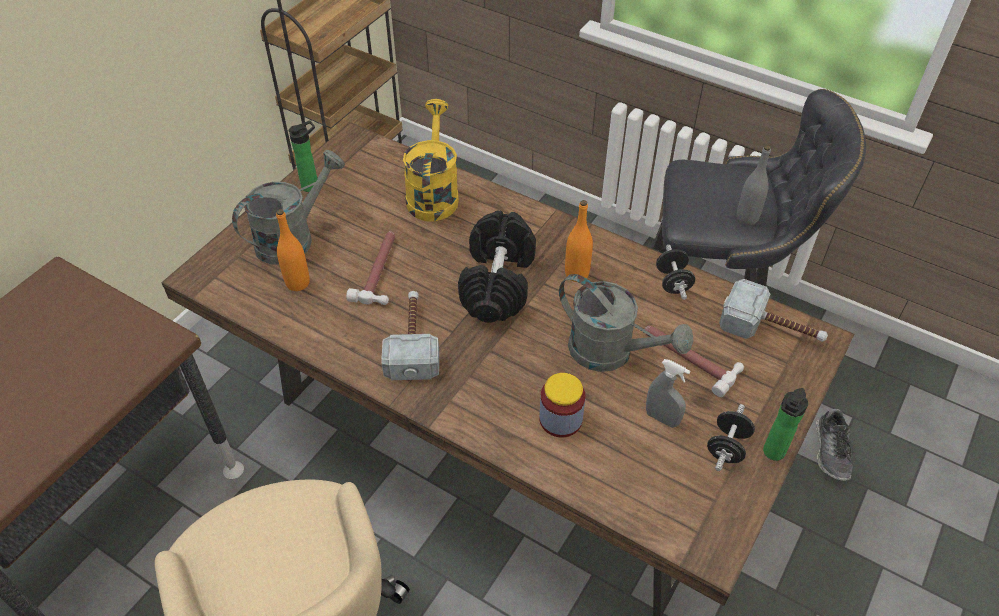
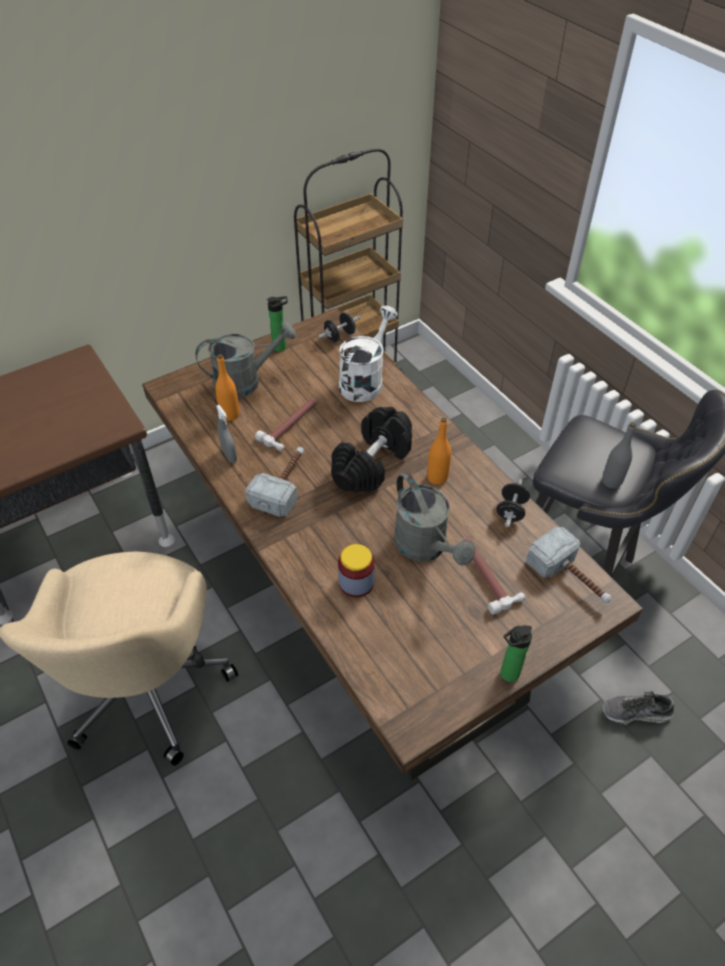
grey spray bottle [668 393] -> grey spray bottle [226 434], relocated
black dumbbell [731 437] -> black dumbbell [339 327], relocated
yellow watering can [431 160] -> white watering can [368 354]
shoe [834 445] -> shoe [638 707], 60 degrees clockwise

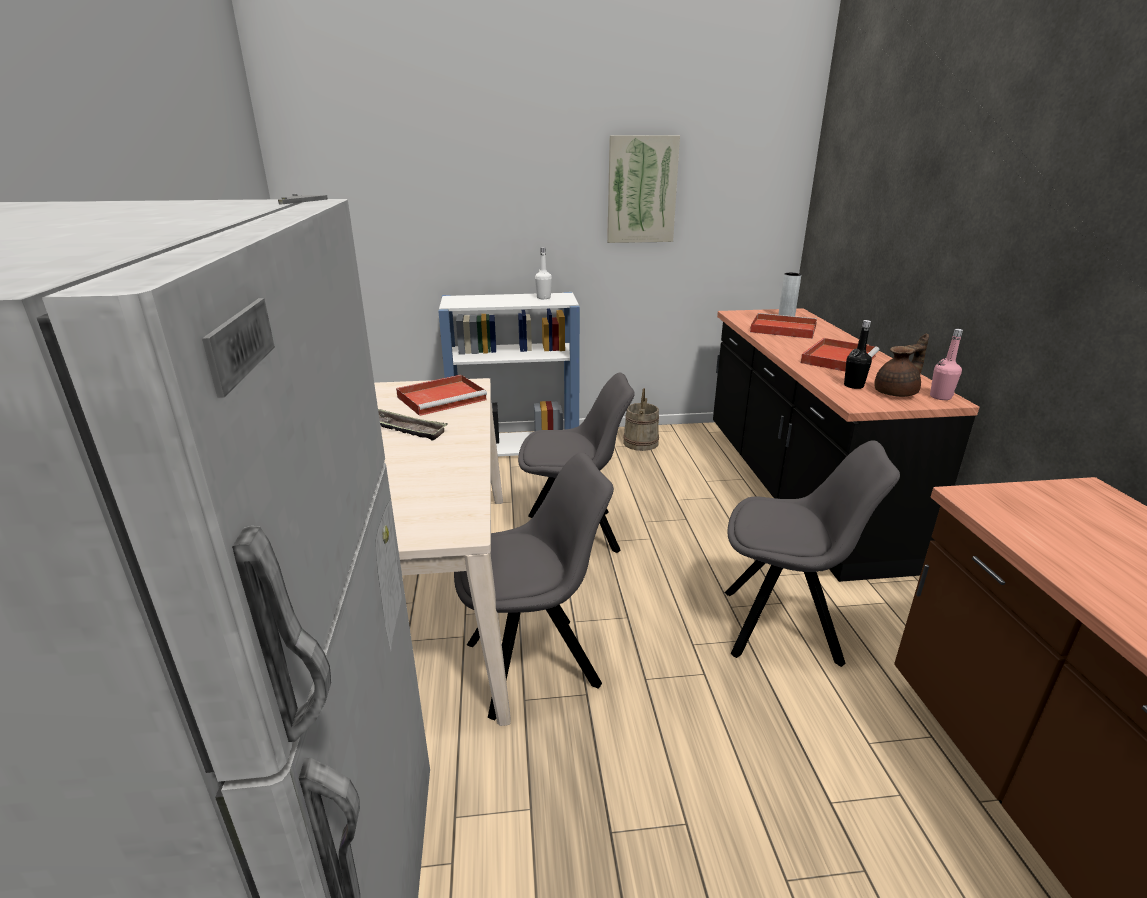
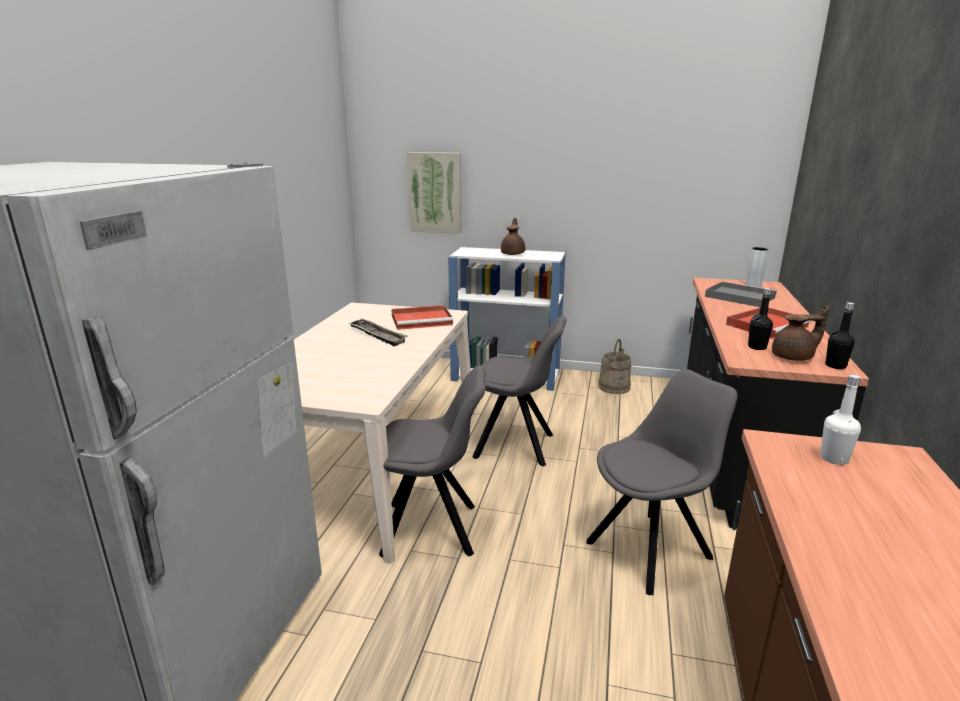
none -> brown teapot [513 236]
white bottle [543 273] -> white bottle [840 419], relocated
picture [643 189] -> picture [434 193], relocated
red tray [783 326] -> grey tray [741 294]
pink bottle [946 364] -> black bottle [840 335]
grey chair [812 553] -> grey chair [661 482], 60 degrees counterclockwise

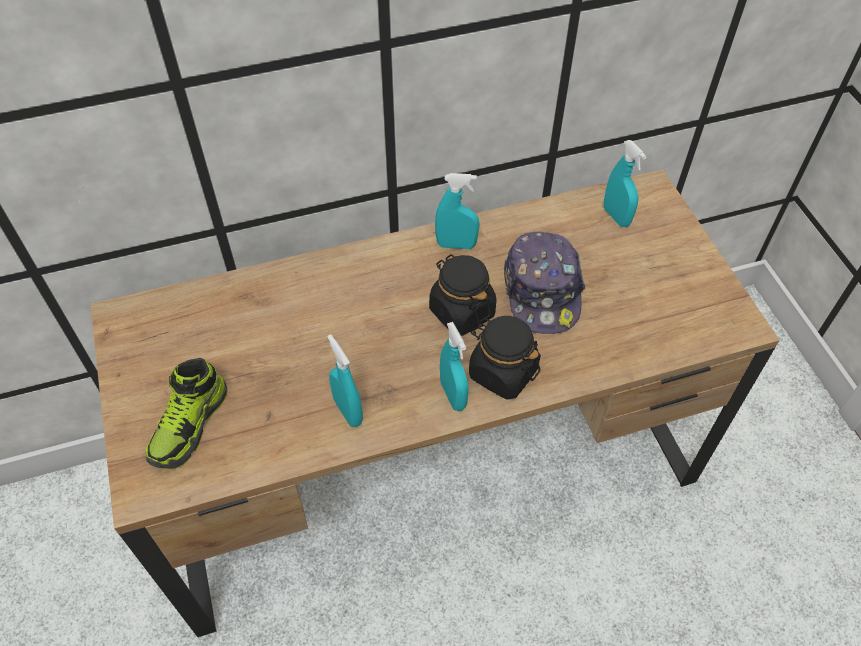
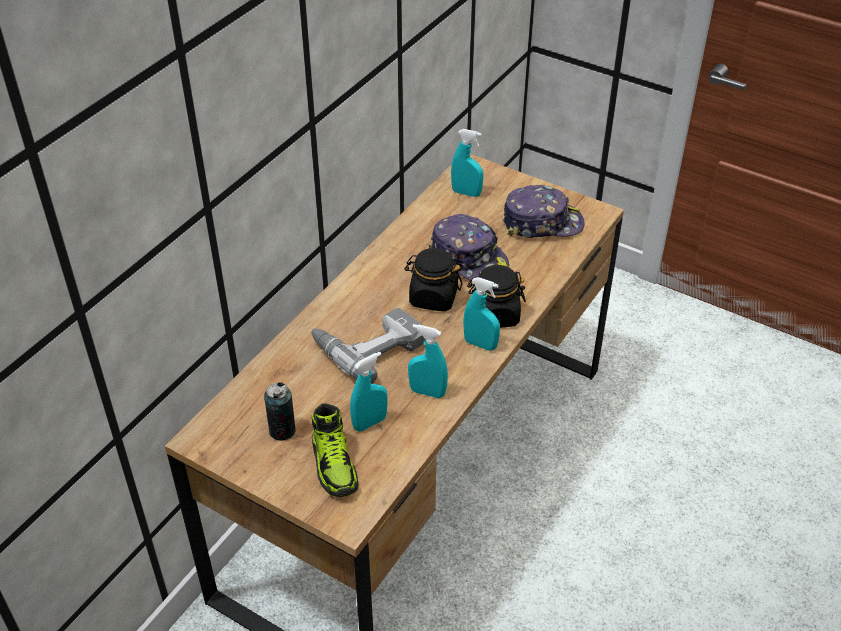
none -> can [280 411]
none -> power drill [368 346]
none -> cap [543 211]
turquoise spray bottle [457 211] -> turquoise spray bottle [369 392], relocated

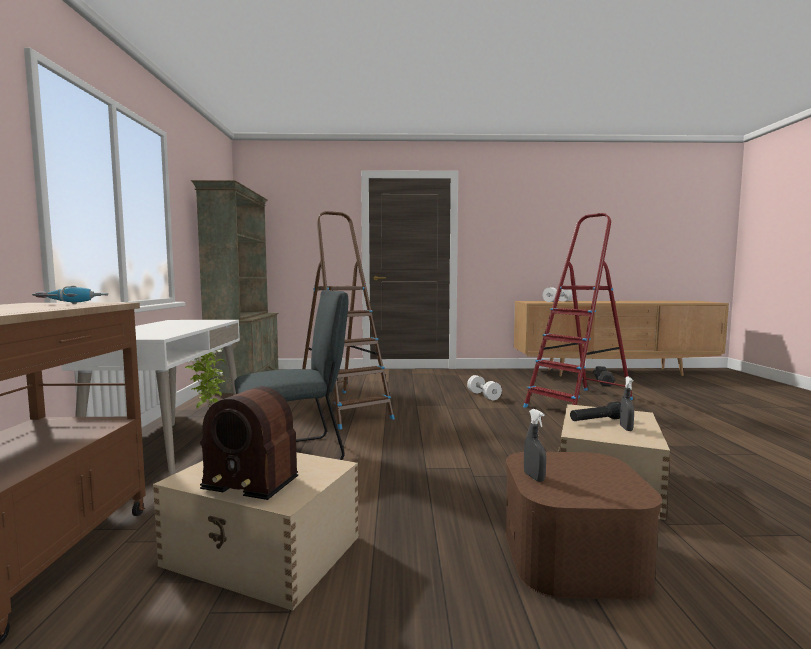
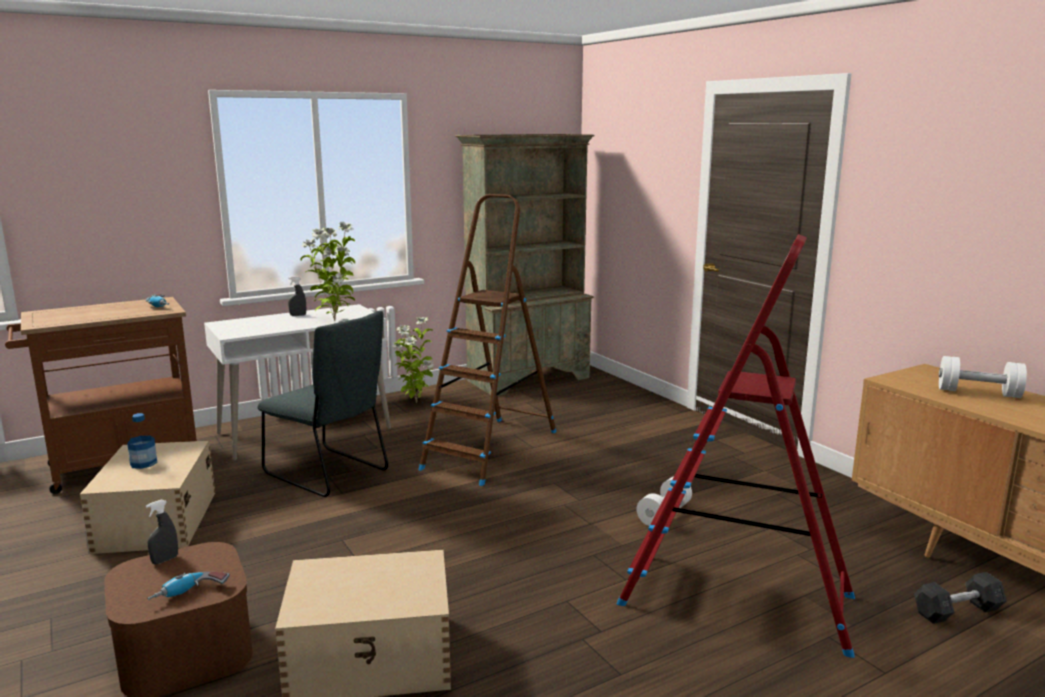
black flashlight [595 411] -> none
none -> power drill [188 586]
none -> potted plant [327 271]
grey spray bottle [627 404] -> grey spray bottle [297 296], relocated
radio [249 443] -> bottle [142 441]

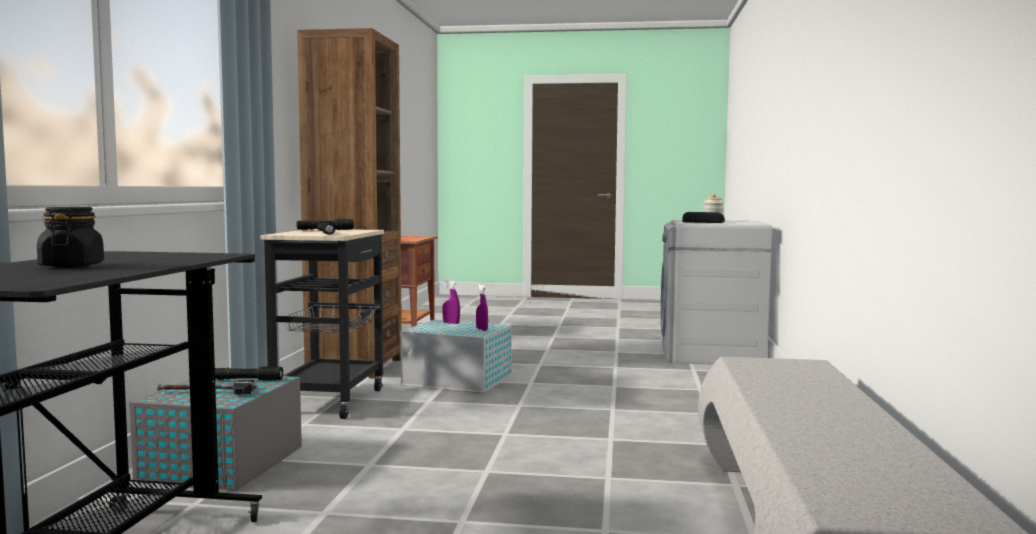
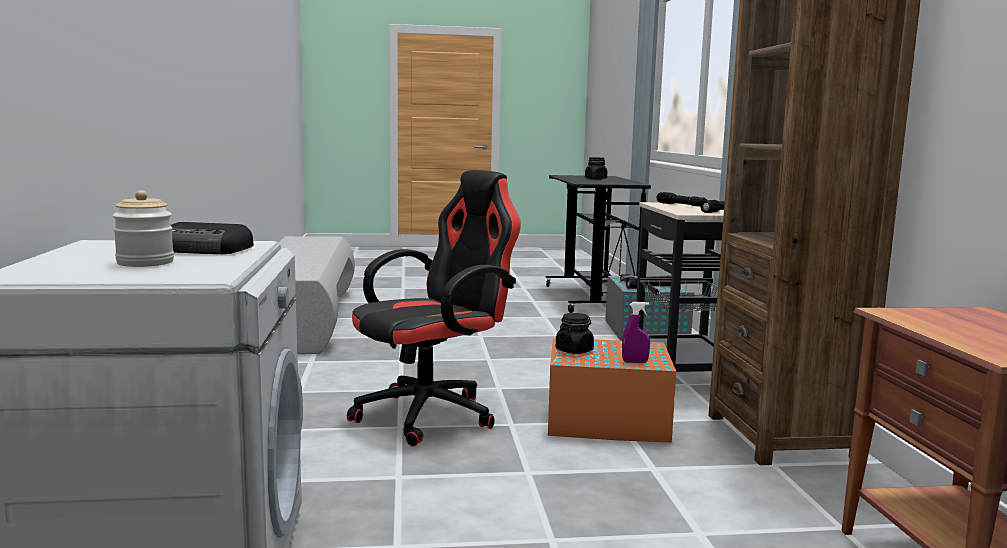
none -> black office chair [434 308]
purple spray bottle [482 307] -> black jar [575 333]
white storage box [456 356] -> orange storage box [612 390]

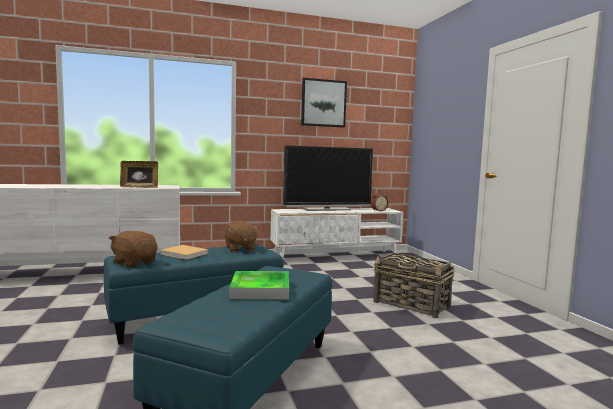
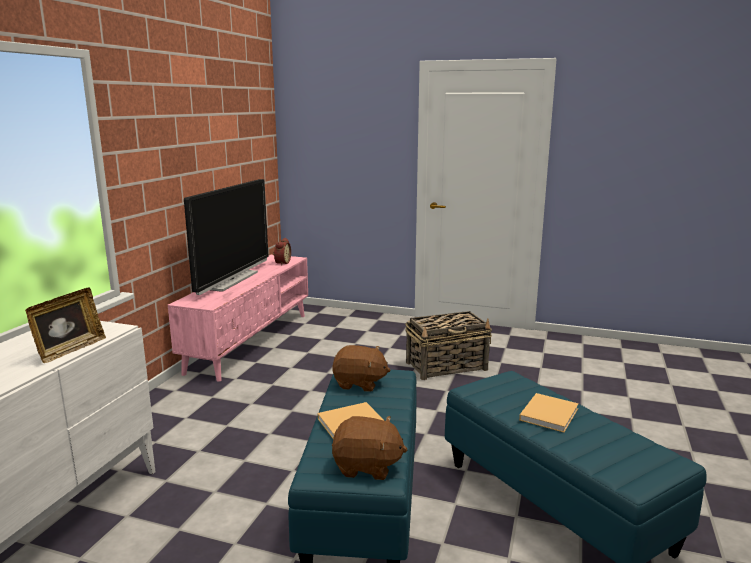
picture [324 102] -> none
tray [259 285] -> beige book [549 412]
white tv stand [337 233] -> pink tv stand [238 318]
brown plush toy [133 249] -> brown plush toy [370 448], 150 degrees counterclockwise

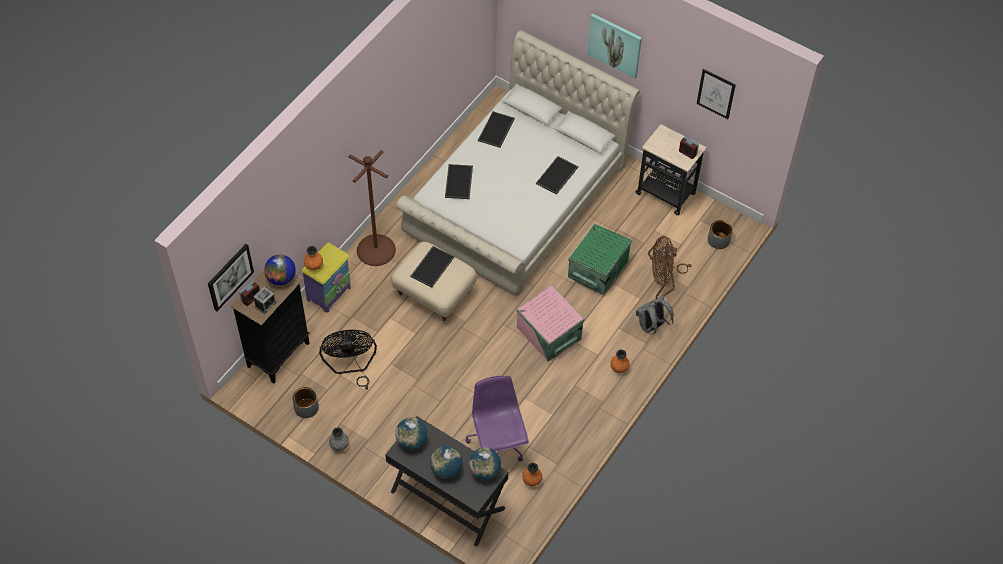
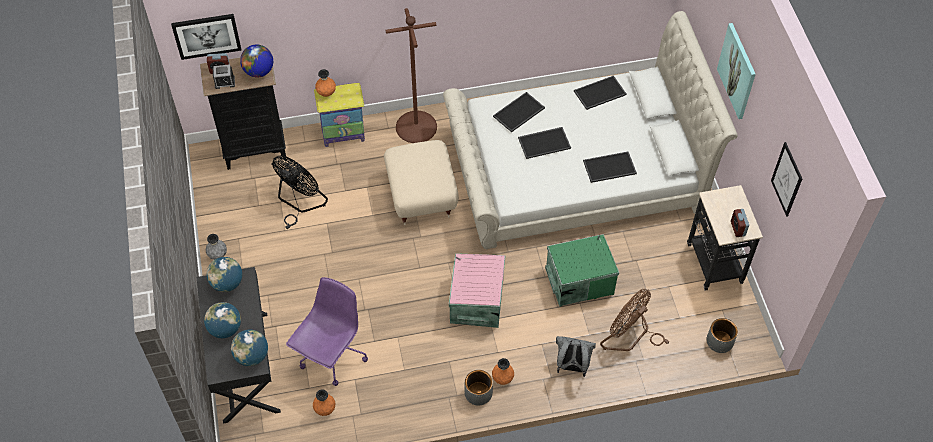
grey planter [305 402] -> grey planter [478 388], relocated
tray [432 266] -> tray [544 143], relocated

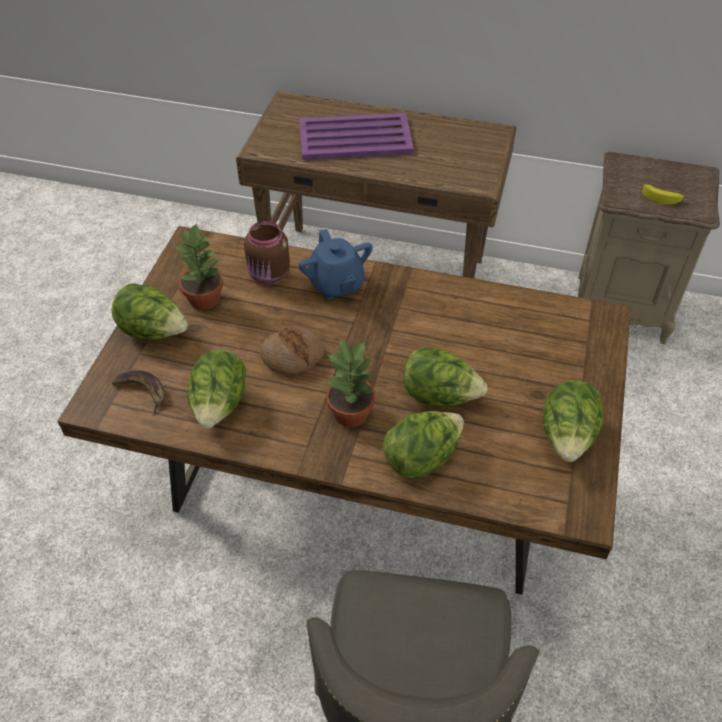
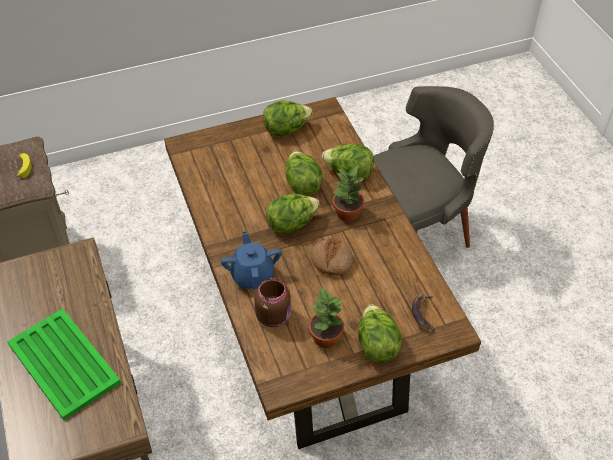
lettuce [217 389] -> lettuce [293 214], relocated
purple tray [356 136] -> green tray [64 364]
blue teapot [335 264] -> blue teapot [251 260], 45 degrees counterclockwise

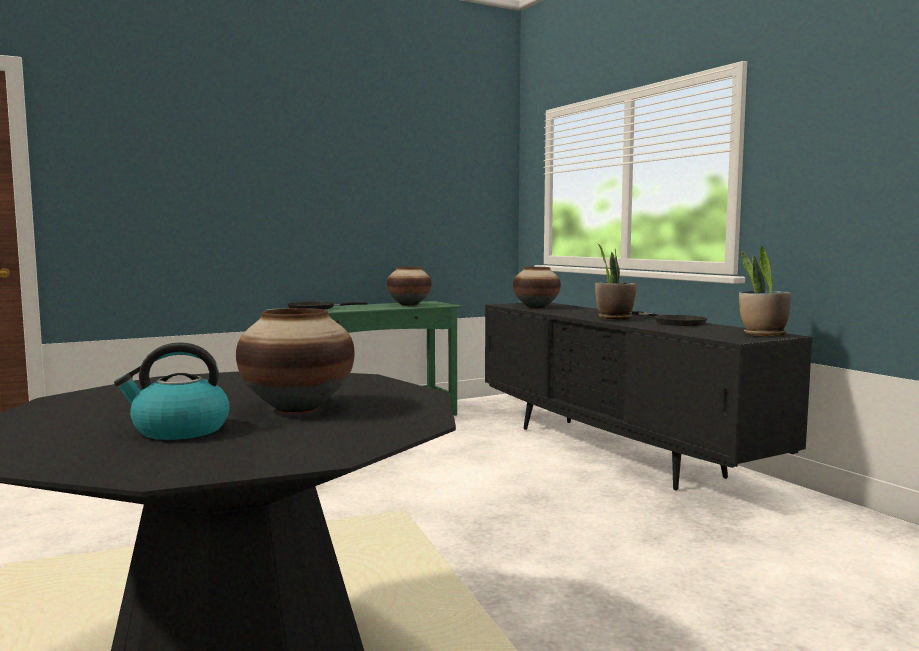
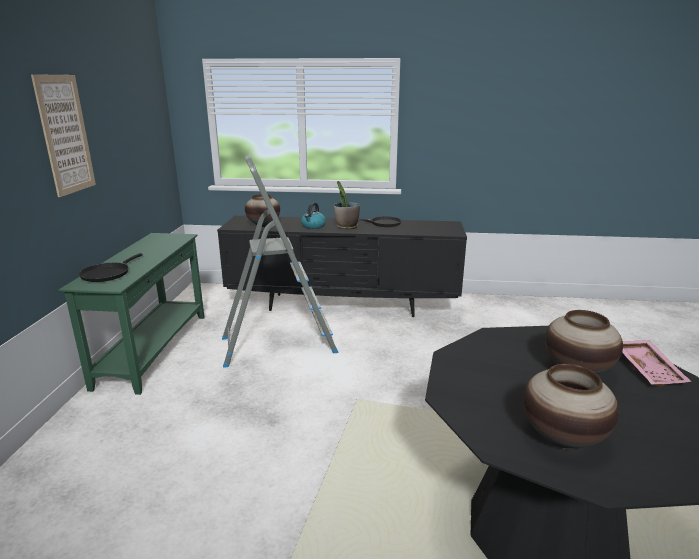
potted plant [765 290] -> none
none -> picture [63 135]
none -> grey step ladder [280 261]
none -> pink tray [657 363]
kettle [172 391] -> kettle [313 216], relocated
vase [409 286] -> vase [571 406], relocated

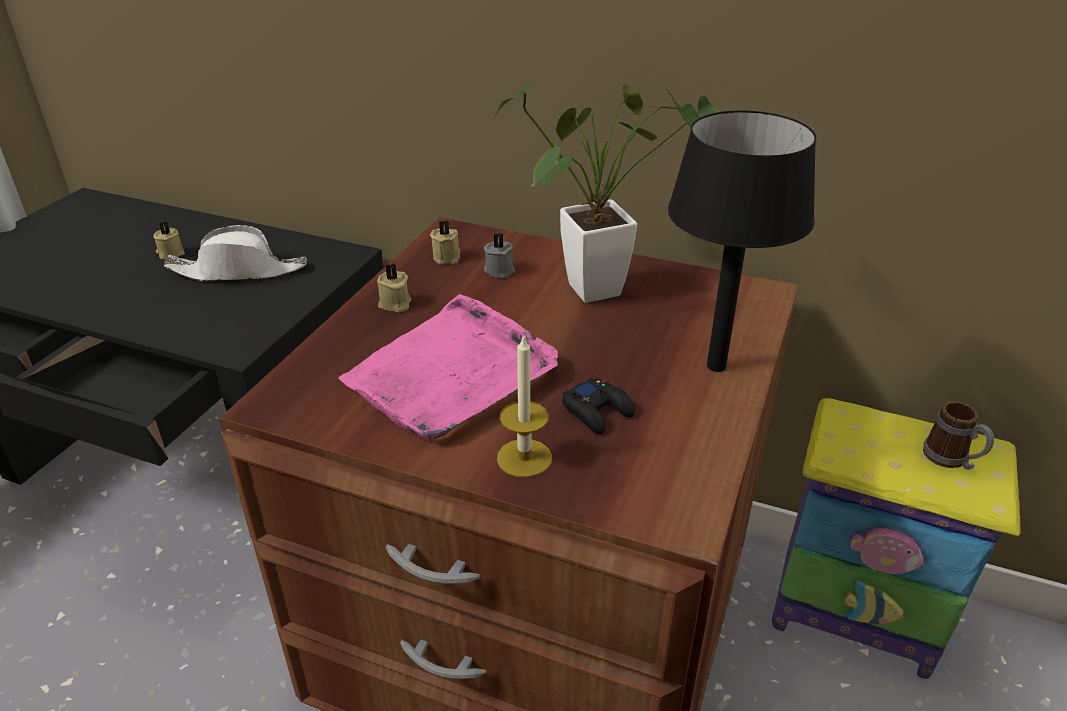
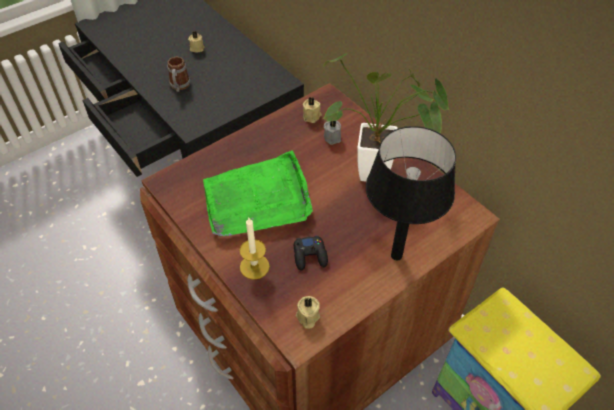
white hat [235 253] -> none
beige candle [394 288] -> beige candle [308 312], relocated
mug [958 435] -> mug [178 74], relocated
pink tray [448 368] -> green tray [258 194]

